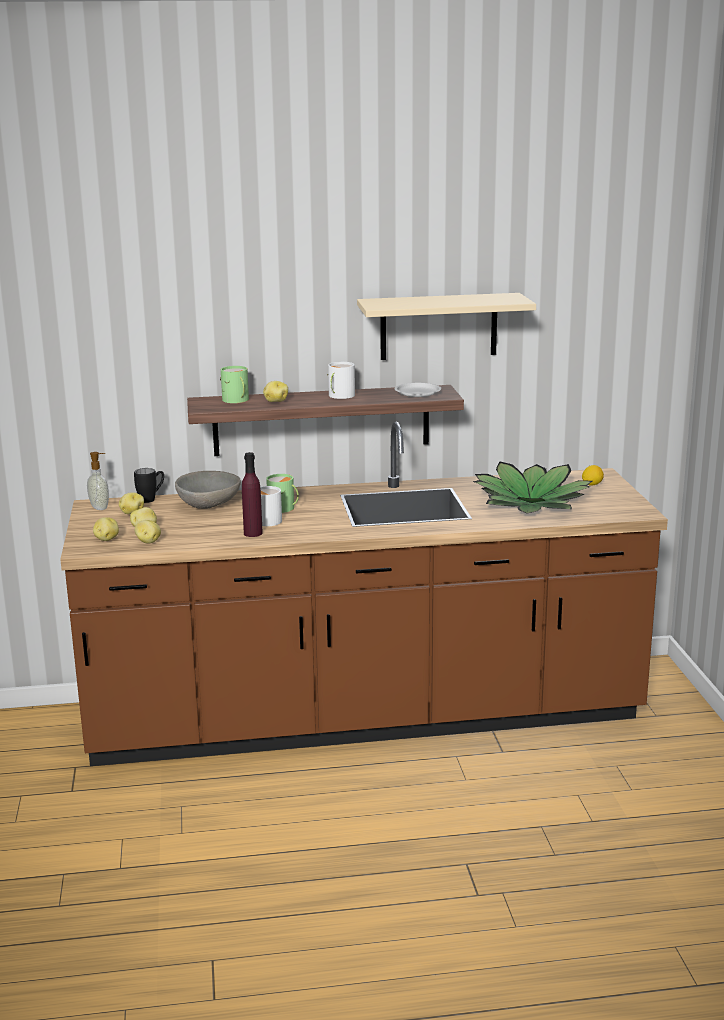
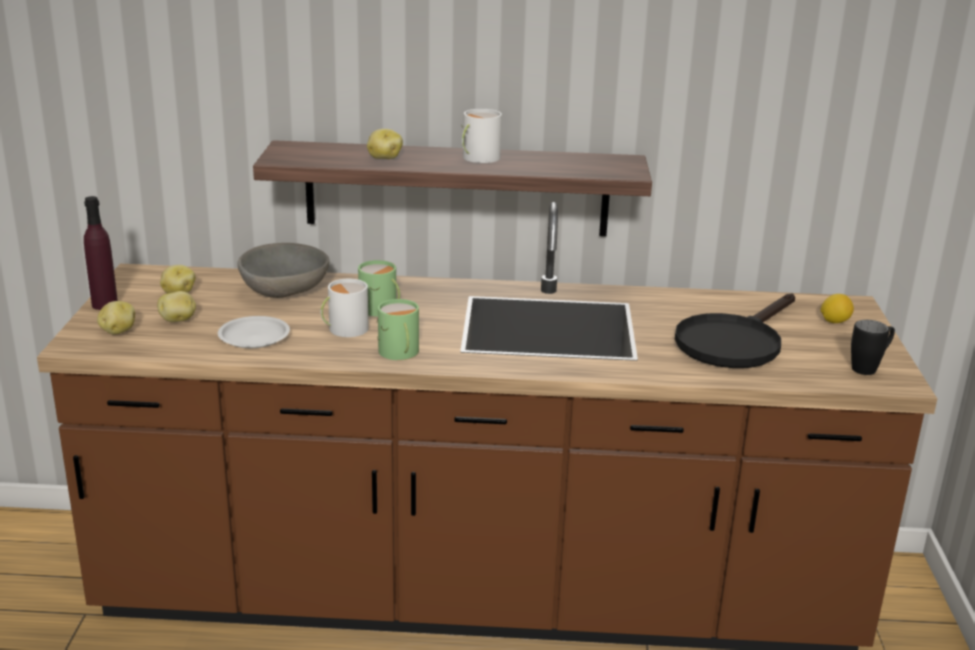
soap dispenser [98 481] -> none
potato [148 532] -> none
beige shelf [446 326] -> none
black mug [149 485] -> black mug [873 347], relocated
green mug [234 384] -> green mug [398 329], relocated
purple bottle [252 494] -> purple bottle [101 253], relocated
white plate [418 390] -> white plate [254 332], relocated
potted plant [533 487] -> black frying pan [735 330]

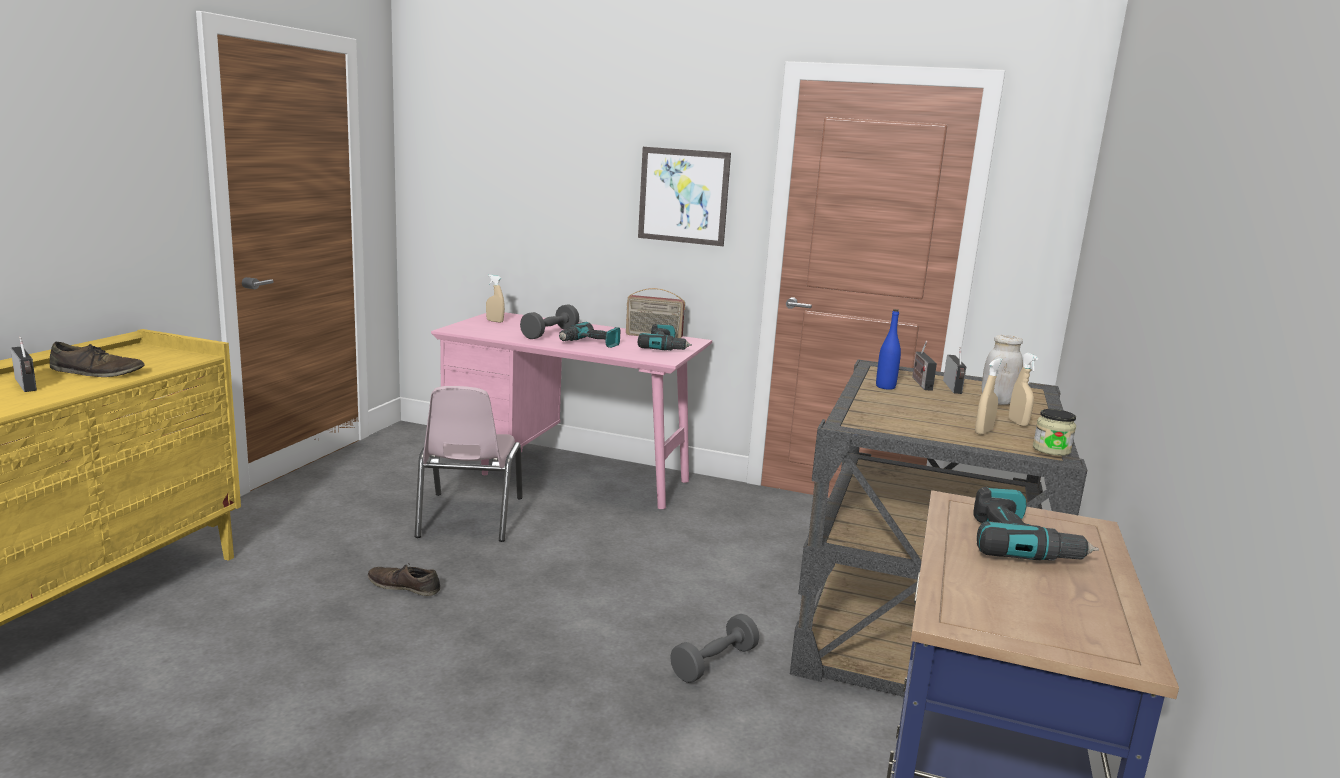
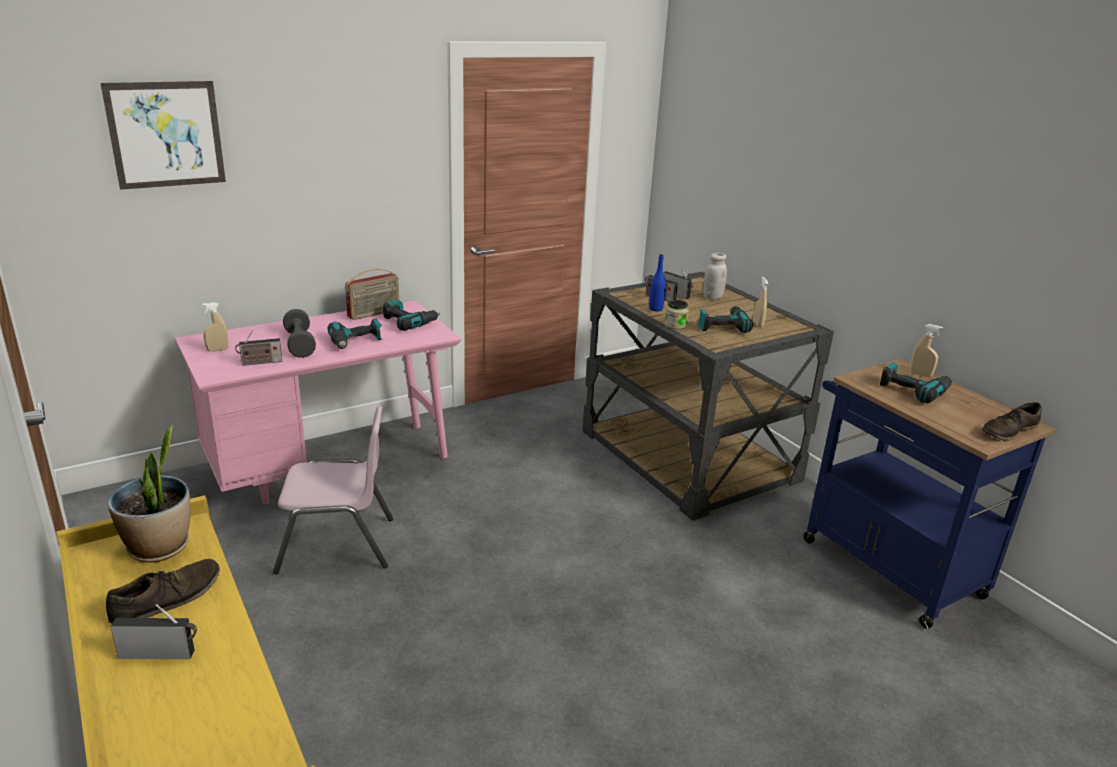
grey dumbbell [714 648] -> none
none -> potted plant [149 493]
none -> radio [258 348]
none -> power drill [725 319]
brown shoe [404 580] -> brown shoe [1012 421], relocated
picture [684 196] -> picture [163 135], relocated
beige spray bottle [1023 389] -> beige spray bottle [926 350], relocated
jar [1054 432] -> jar [677 314], relocated
pink chair [469 464] -> pink chair [333 490], 45 degrees counterclockwise

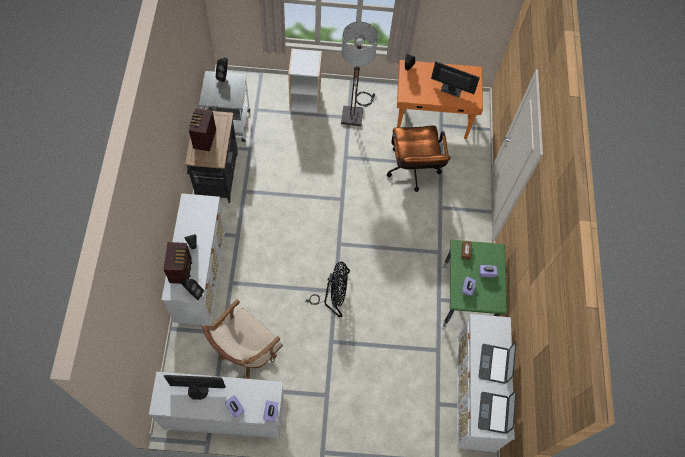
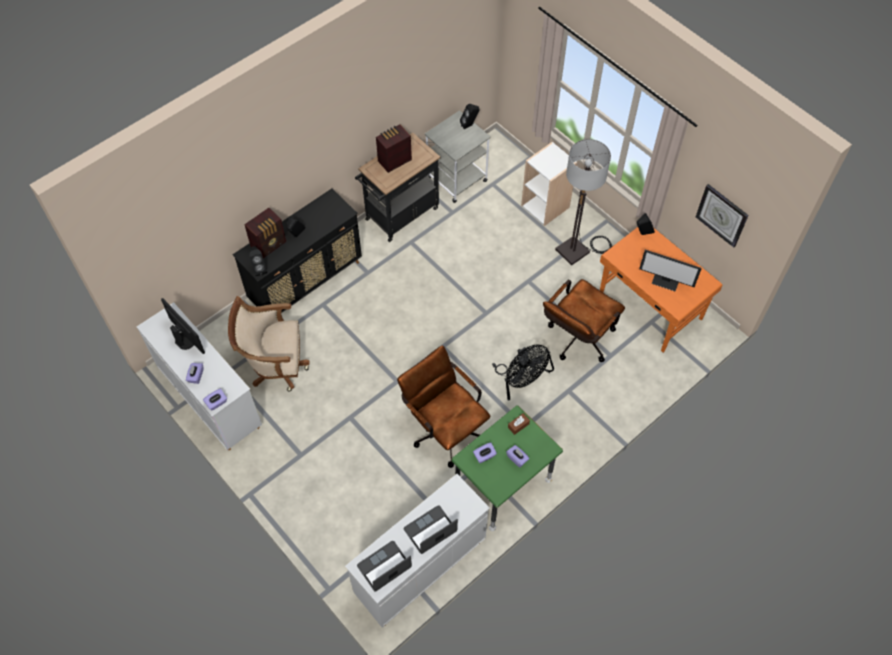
none -> brown office chair [444 406]
none -> wall clock [722 216]
black fan [327 289] -> black fan [523 372], relocated
white cabinet [194 259] -> black cabinet [297 251]
monitor [455 79] -> monitor [670 270], 135 degrees clockwise

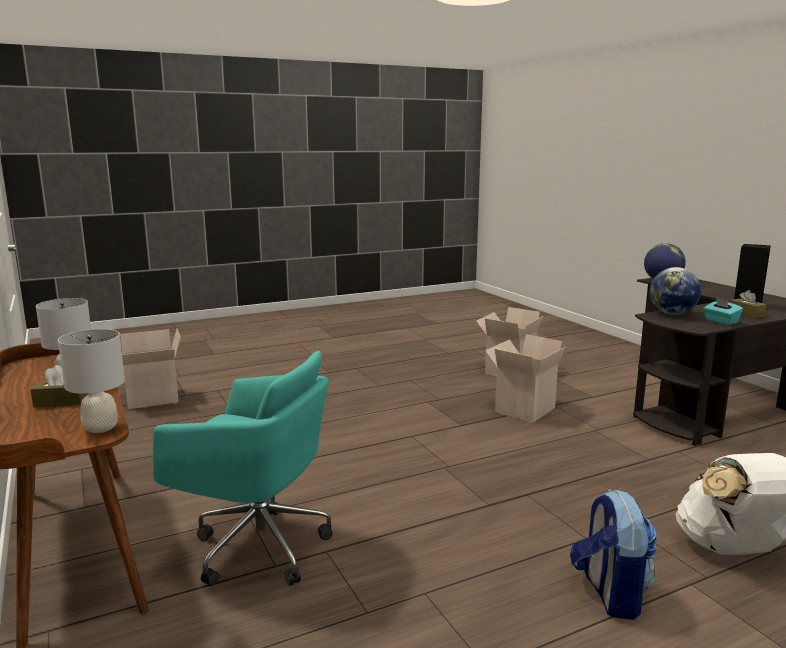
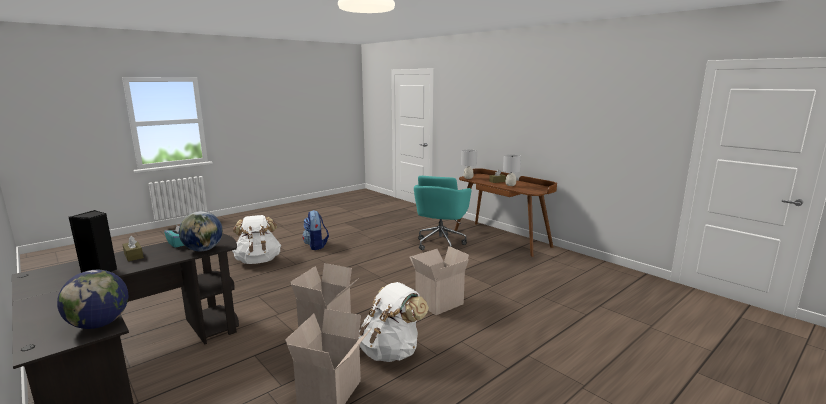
none -> white backpack [394 322]
cardboard box [150 369] -> cardboard box [439 280], relocated
turquoise office chair [243 468] -> turquoise office chair [442 213], 75 degrees counterclockwise

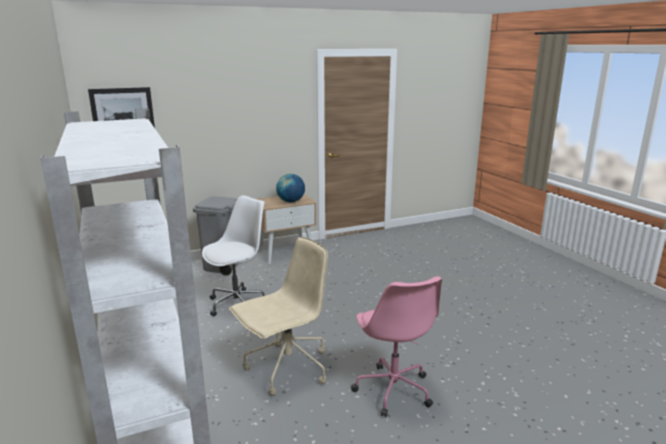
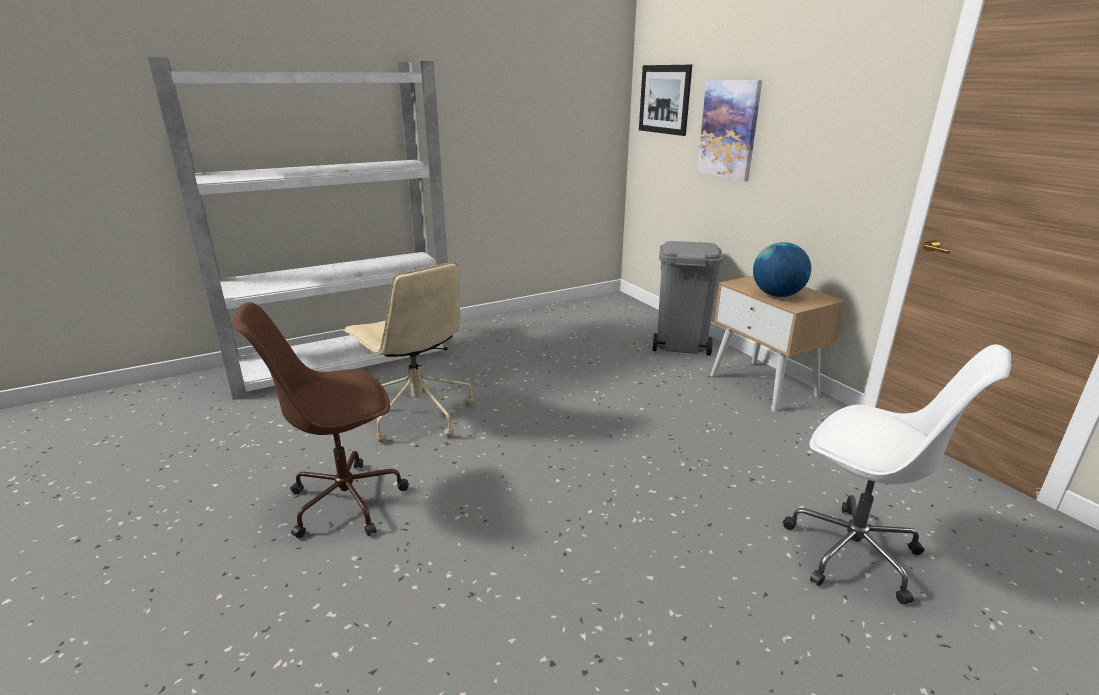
none -> picture [729 130]
white office chair [233 255] -> white office chair [897 474], relocated
pink office chair [396 346] -> brown office chair [321 420]

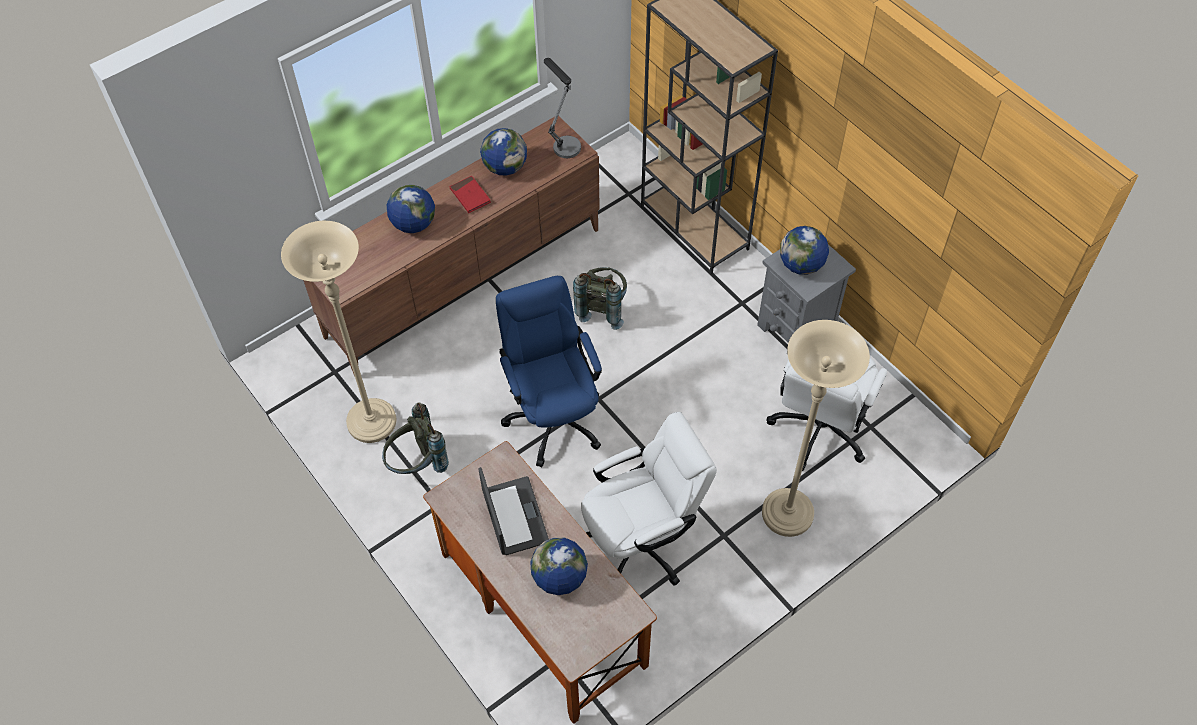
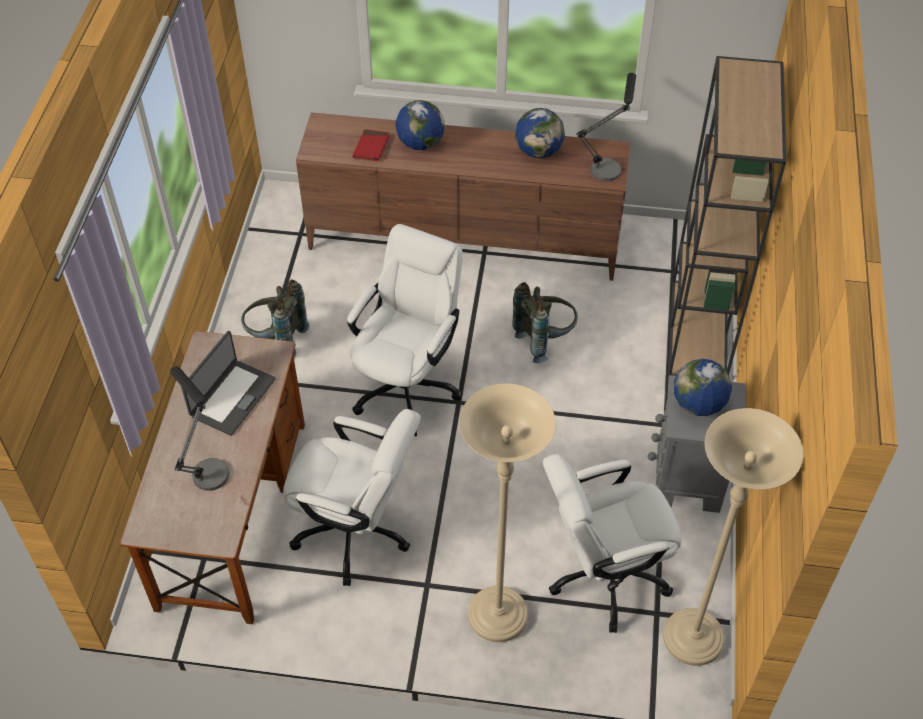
beige floor lamp [338 332] -> beige floor lamp [733 537], relocated
red book [470 194] -> red book [371 145], relocated
globe [559 566] -> table lamp [199 428]
blue office chair [549 371] -> white office chair [405 330]

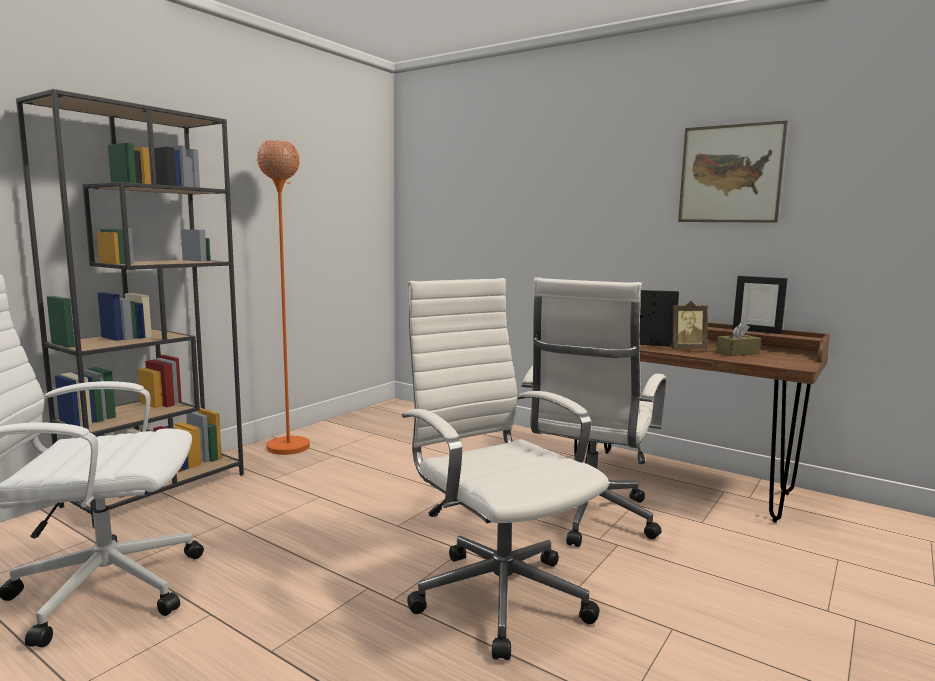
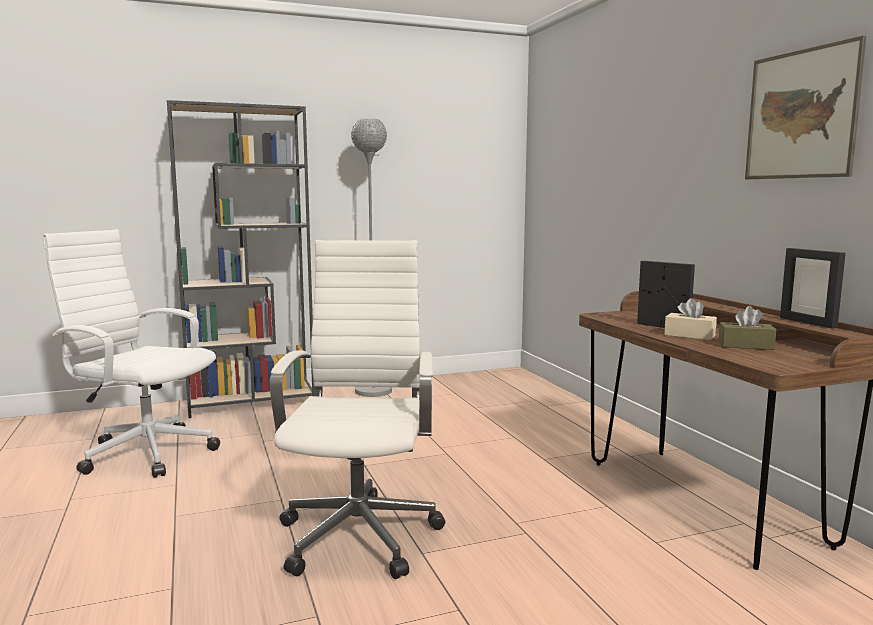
white office chair [594 412] -> none
picture frame [689 325] -> beige tissue box [690 319]
orange floor lamp [283 297] -> grey floor lamp [371 258]

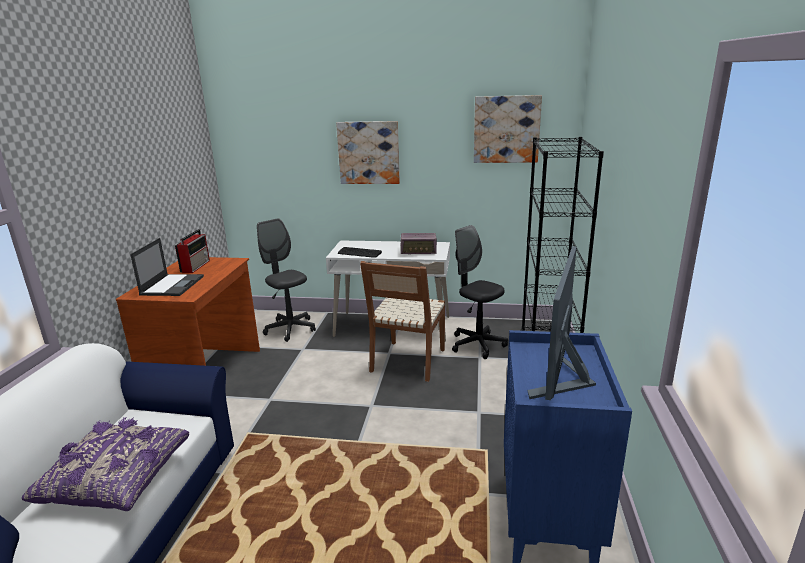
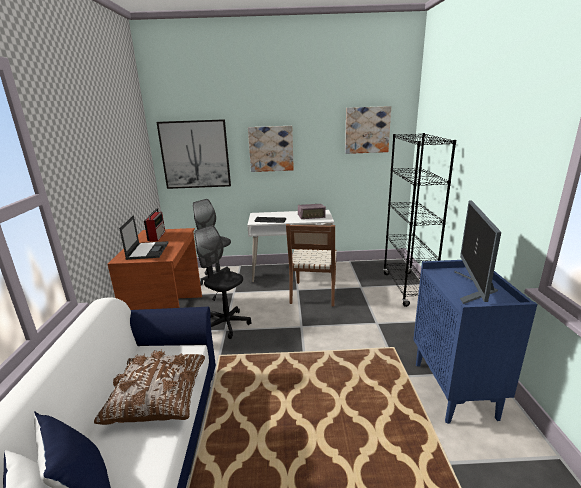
none -> picture [193 154]
black office chair [480 292] -> black office chair [223 282], relocated
purple pillow [105 464] -> brown pillow [149 387]

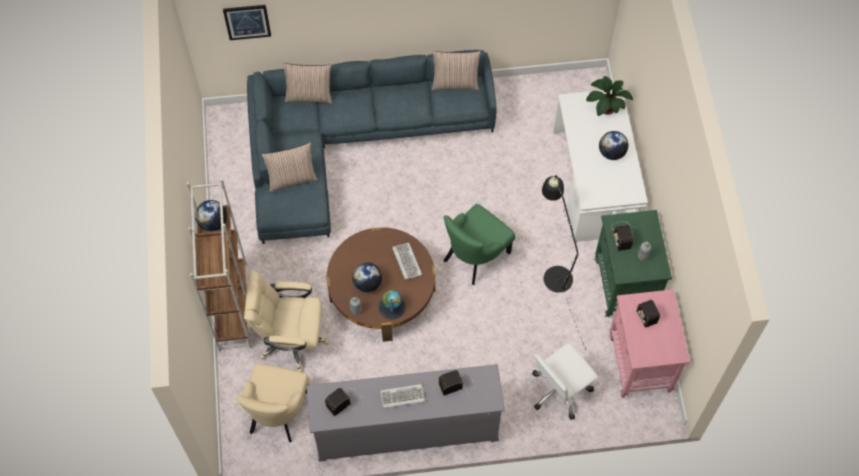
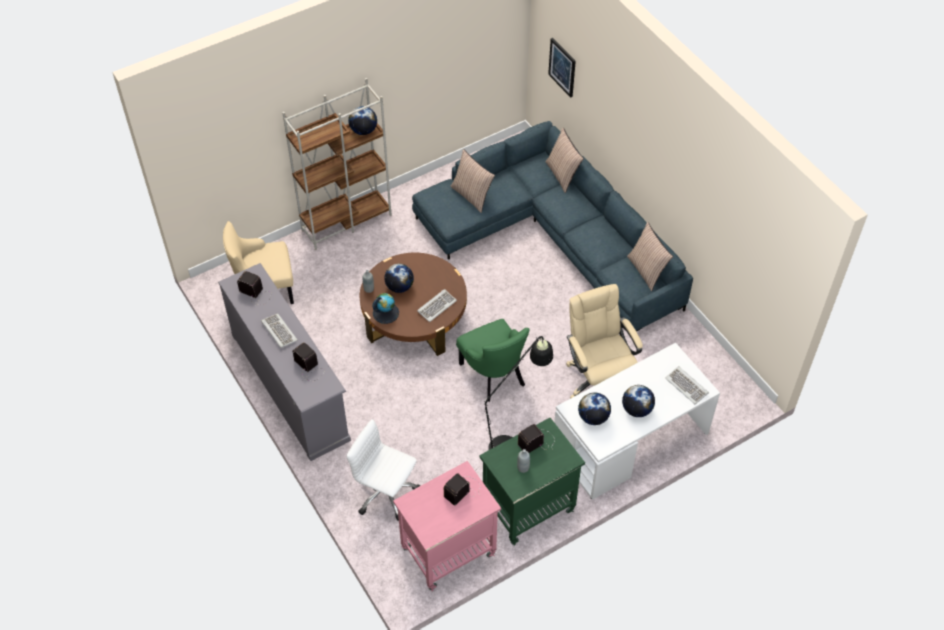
none -> globe [594 408]
beige office chair [286 322] -> beige office chair [604 341], relocated
potted plant [609 96] -> keyboard [687 385]
green chair [479 244] -> green chair [493 360], 135 degrees counterclockwise

